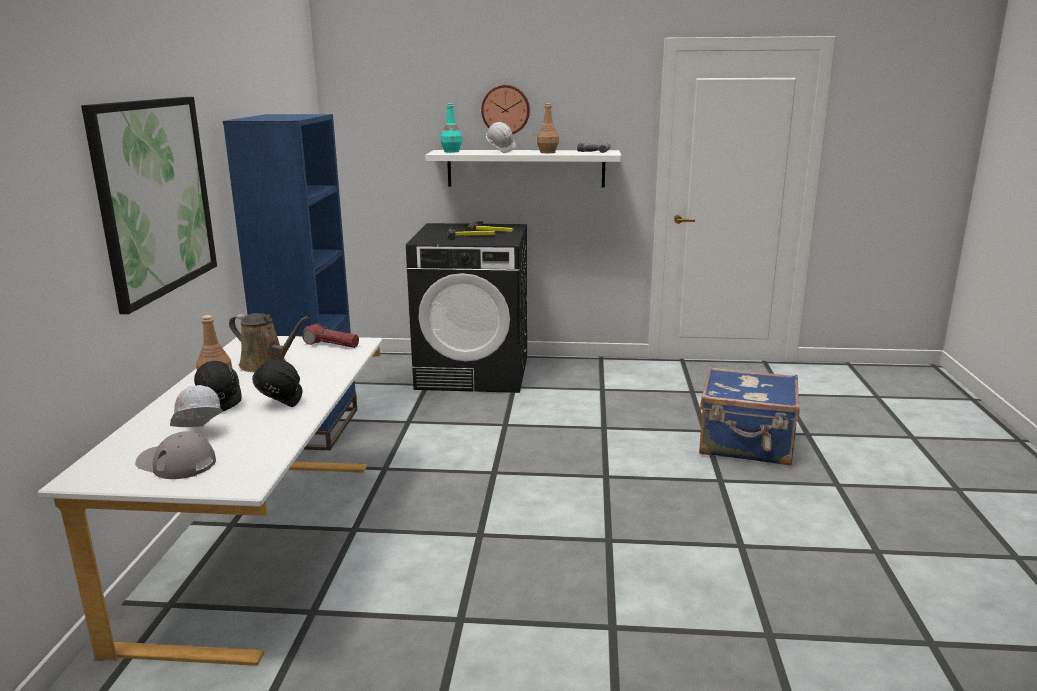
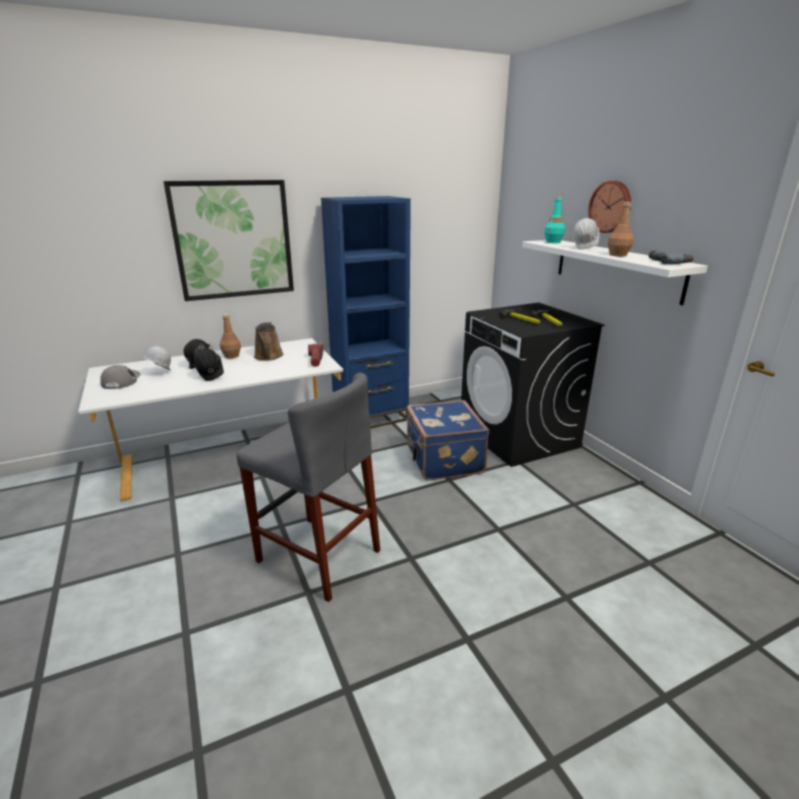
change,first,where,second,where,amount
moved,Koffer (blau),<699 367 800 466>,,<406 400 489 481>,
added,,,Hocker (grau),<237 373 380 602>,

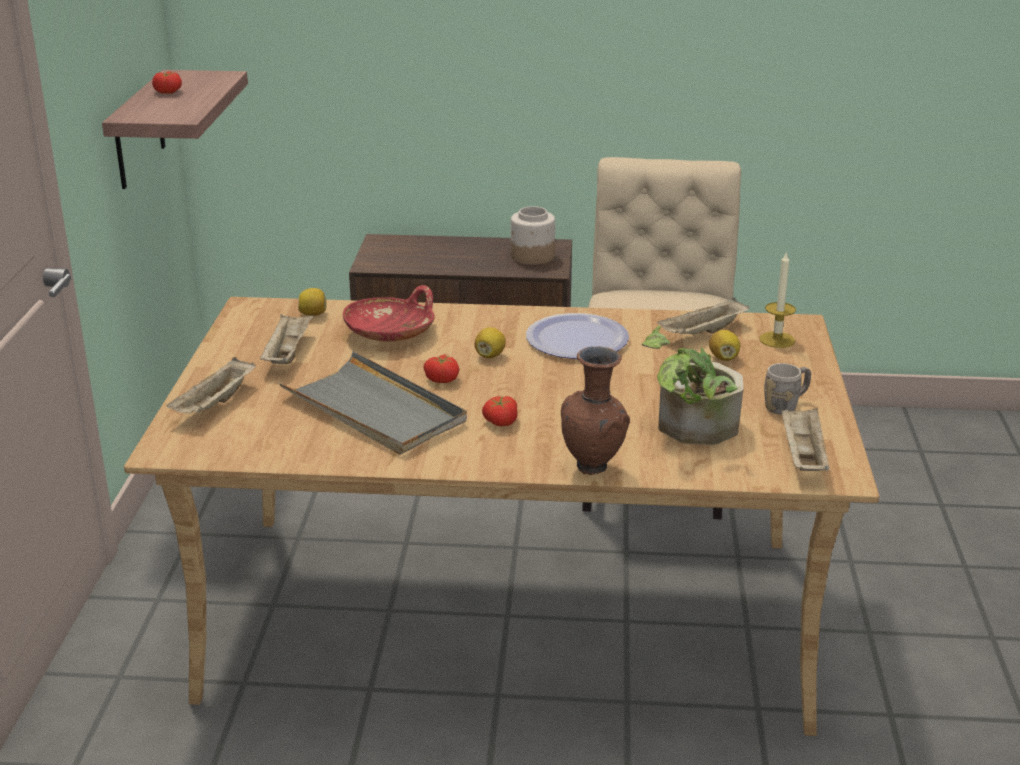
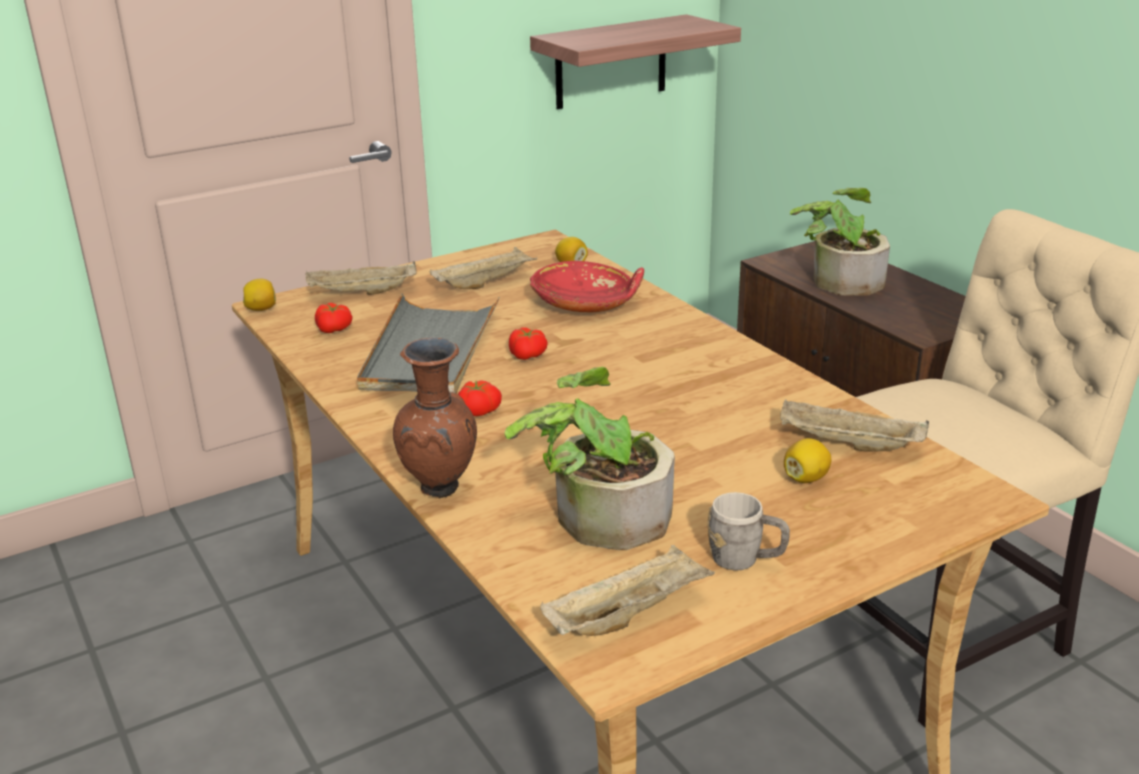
change,first,where,second,where,amount
moved,Tomate,<152 71 182 94>,,<315 303 352 333>,
moved,Zitrone,<475 327 506 358>,,<243 279 276 311>,
removed,Vorratsglas,<511 206 555 265>,,,
removed,Teller,<526 313 629 359>,,,
removed,Kerze,<759 251 796 348>,,,
added,,,Topfpflanze,<790 188 890 296>,

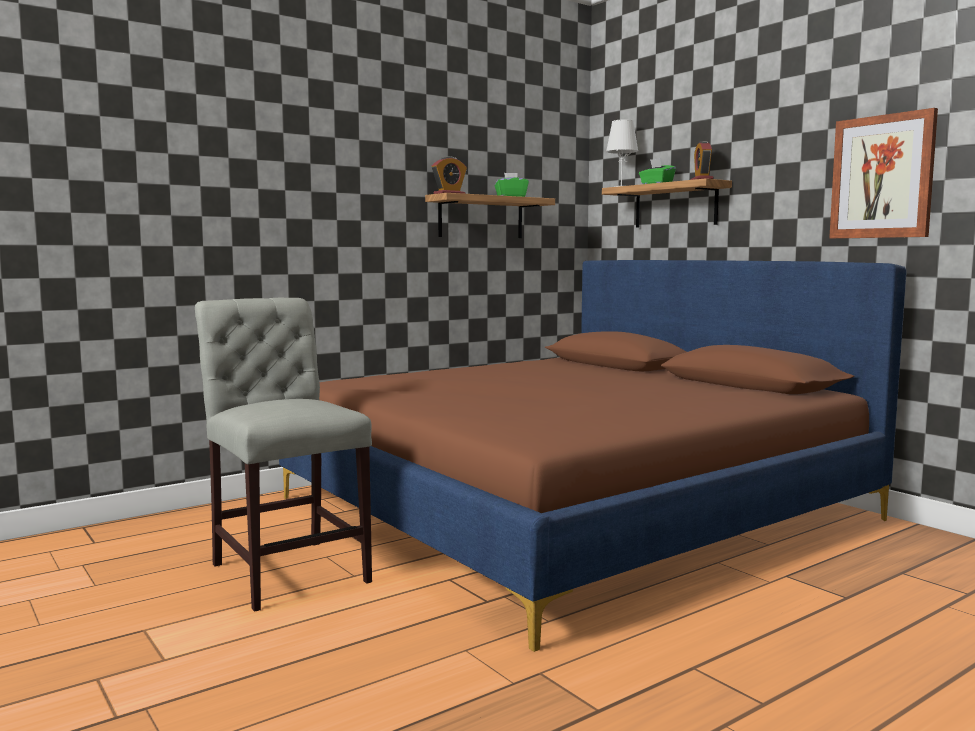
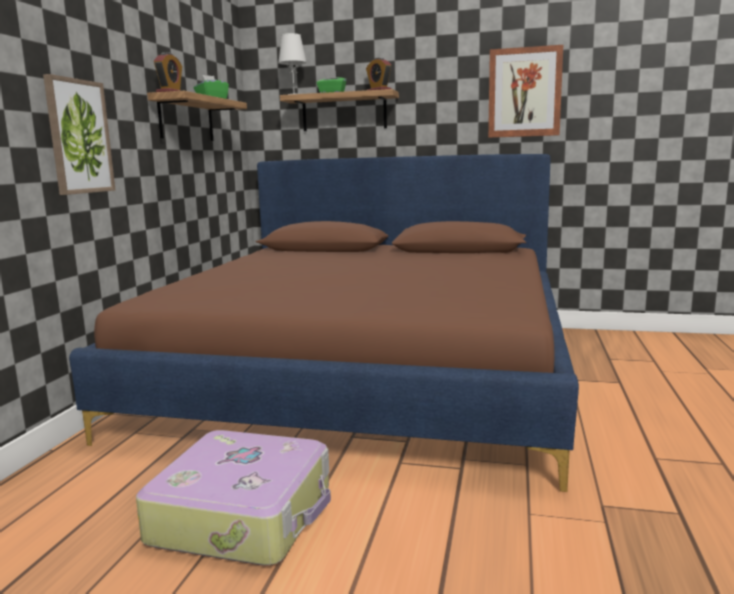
change,first,where,second,where,amount
replaced,Stuhl (grau),<195 298 372 612>,Koffer,<136 430 331 566>,
added,,,Bild,<43 74 115 195>,

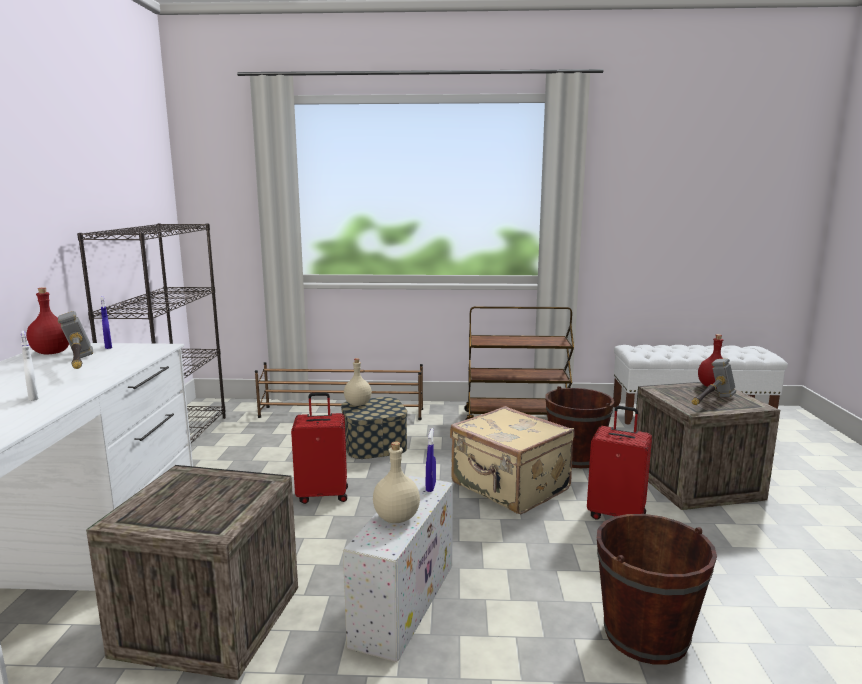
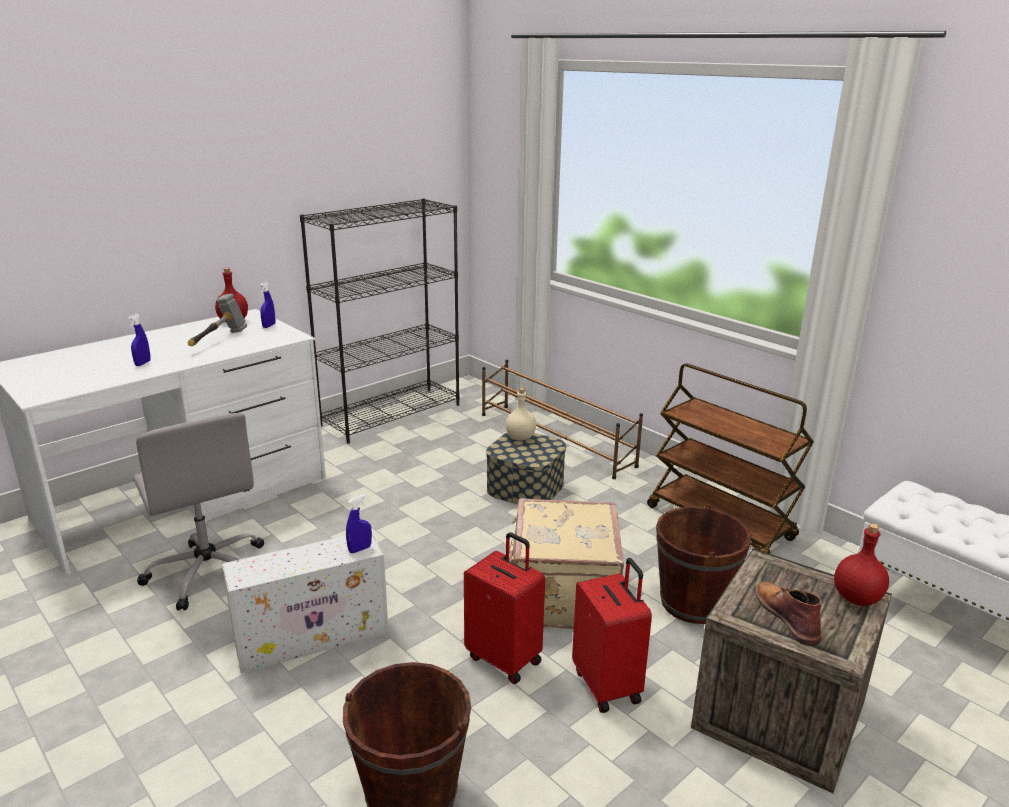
change,first,where,second,where,amount
recoloured,Sprühflasche (weiß),<21 331 39 401>,Sprühflasche (blau),<128 314 151 366>,
replaced,Kiste,<86 465 298 680>,Bürostuhl (grau),<133 413 264 610>,
moved,Koffer (rot),<291 392 348 504>,,<464 532 545 684>,
removed,Flasche (beige),<373 441 420 523>,,,
replaced,Hammer,<692 358 736 405>,Stiefel (braun),<755 582 822 646>,

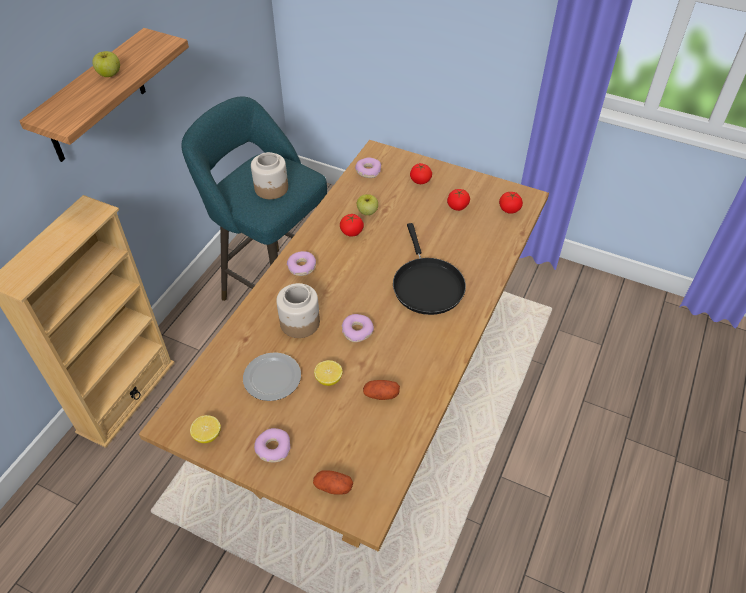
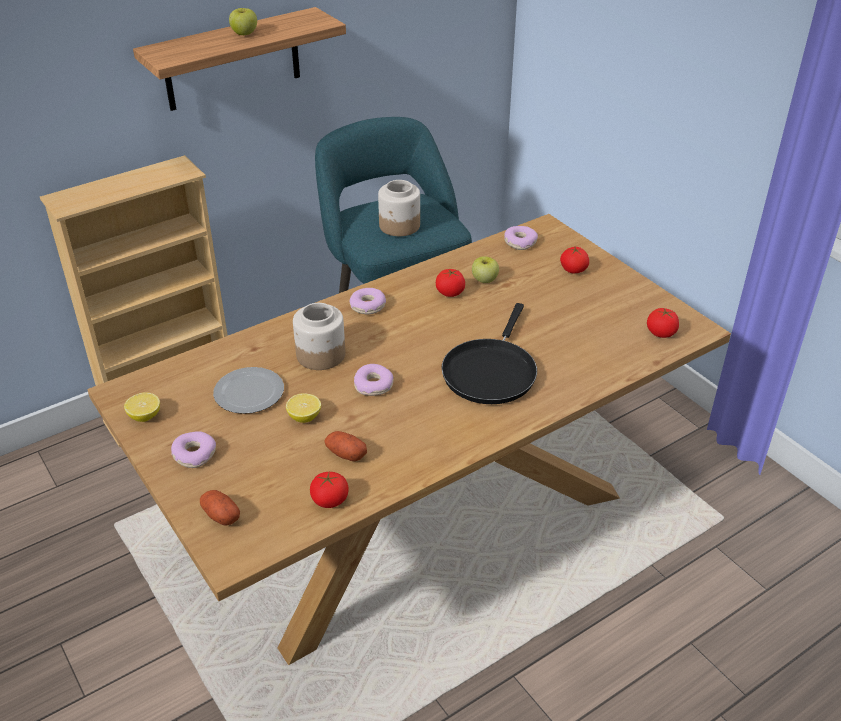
change,first,where,second,where,amount
moved,Tomate,<447 189 470 211>,,<310 472 348 508>,

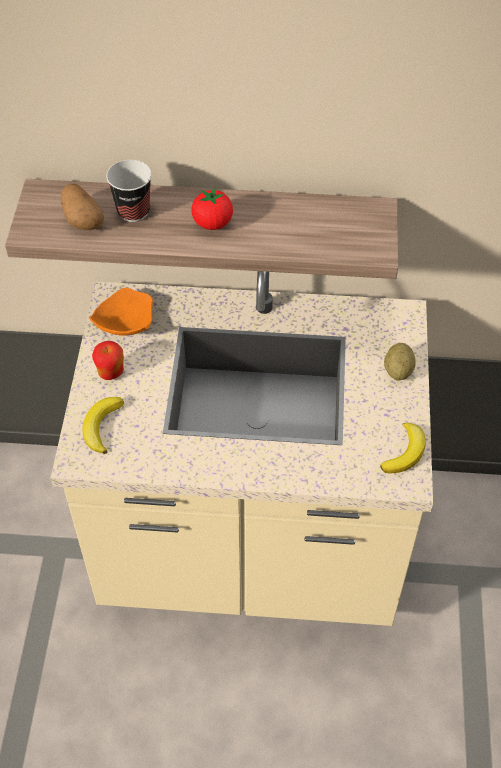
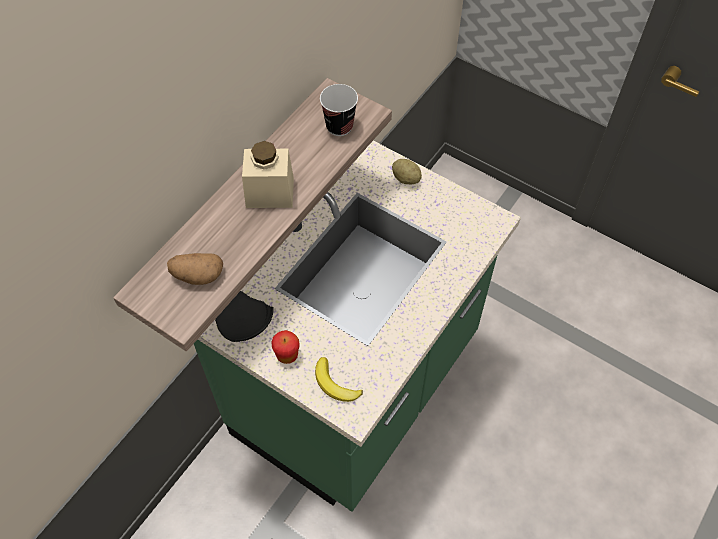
change,first,where,second,where,amount
recoloured,Küchenzeile (beige),<51 271 433 626>,Küchenzeile (grün),<194 141 521 512>,
recoloured,Teller (orange),<89 288 153 336>,Teller (schwarz),<215 291 274 342>,
moved,Tasse,<106 160 152 222>,,<320 84 358 136>,
replaced,Tomate,<192 187 233 230>,Vorratsglas (beige),<242 141 294 208>,
removed,Banane,<380 422 426 474>,,,

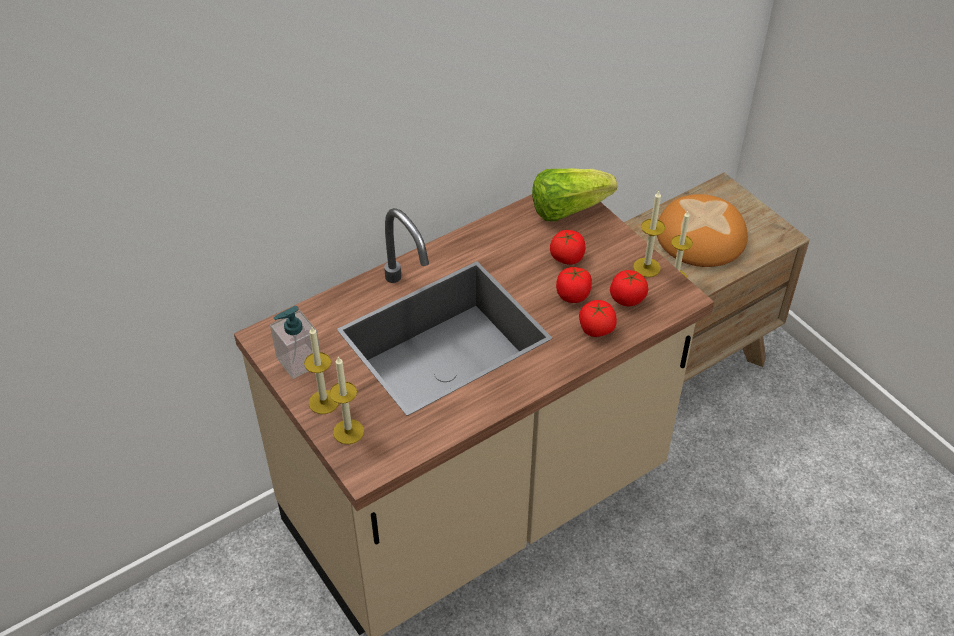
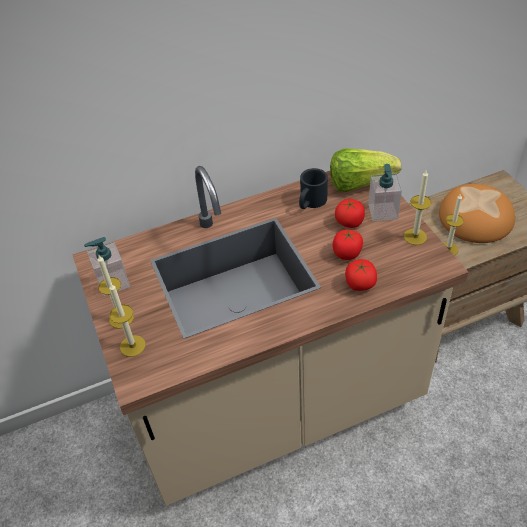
change,first,where,second,where,amount
removed,Tomate,<610 270 648 306>,,,
added,,,Henkelbecher (schwarz),<299 168 328 209>,
added,,,Seifenspender,<368 164 402 221>,

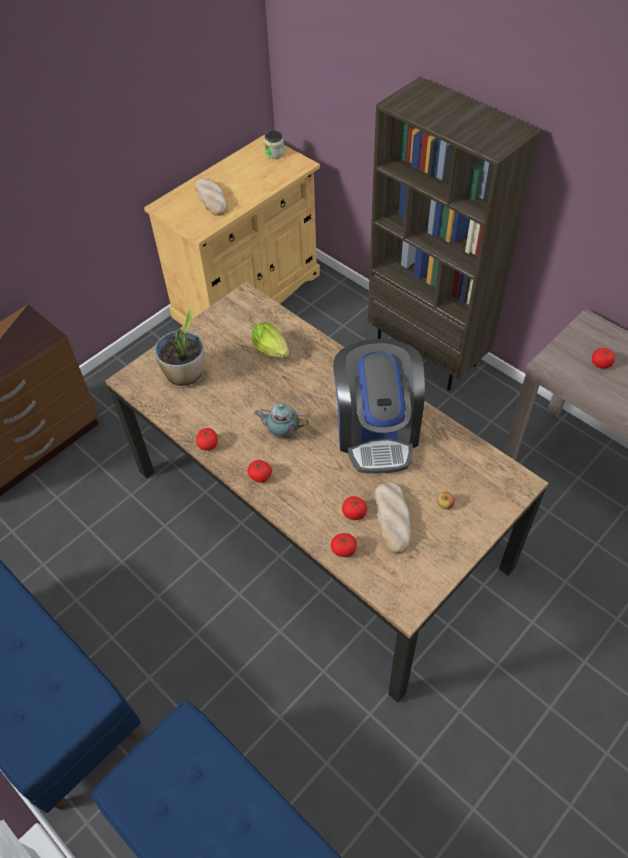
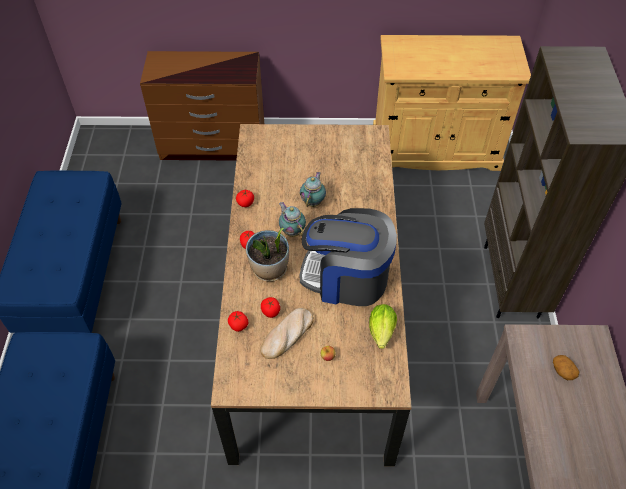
change,first,where,second,where,amount
moved,Topfpflanze,<154 308 204 388>,,<246 228 289 282>,
removed,Brot,<195 178 228 216>,,,
moved,Salatkopf,<252 323 289 358>,,<369 304 397 349>,
removed,Vorratsglas,<264 130 285 159>,,,
turned,Kaffeemaschine,<333 339 425 474>,,<300 208 397 306>,60 degrees clockwise
replaced,Tomate,<592 348 615 369>,Kartoffel,<553 355 579 380>,
added,,,Teekanne,<300 172 326 207>,

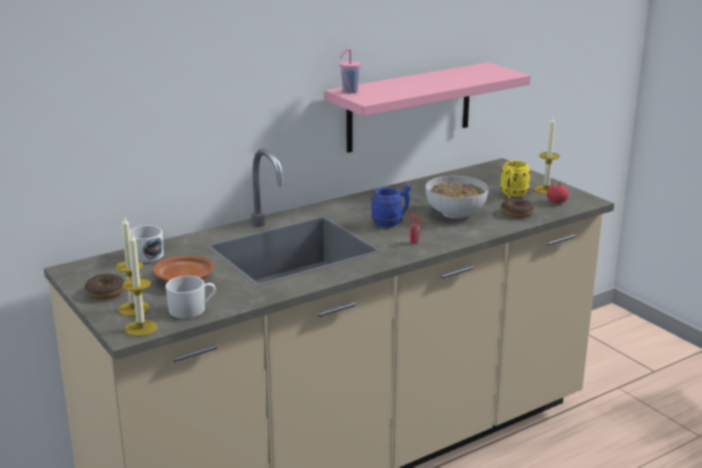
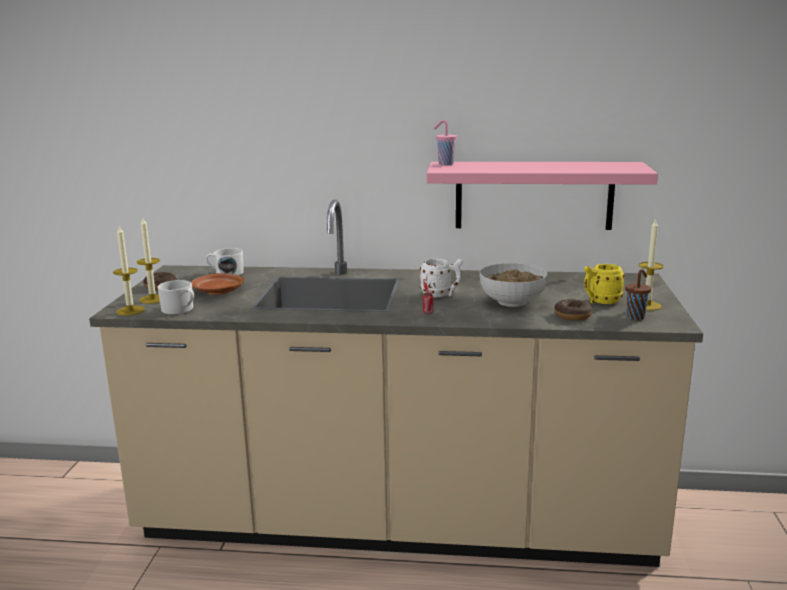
change,first,where,second,where,amount
recoloured,Henkelbecher (blau),<371 184 411 227>,Henkelbecher (weiß),<420 259 463 298>,
replaced,Tomate,<547 181 569 203>,Tasse (braun),<626 269 651 320>,

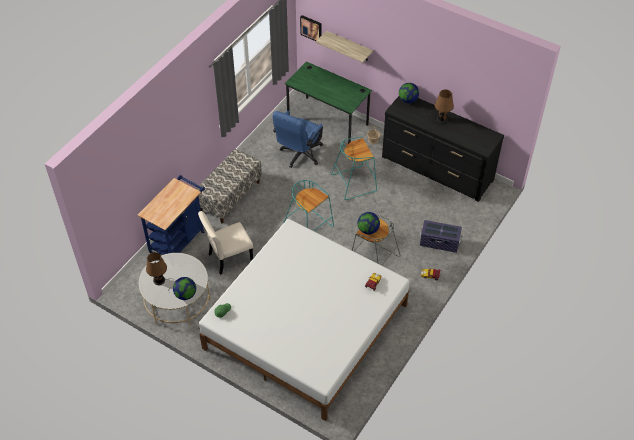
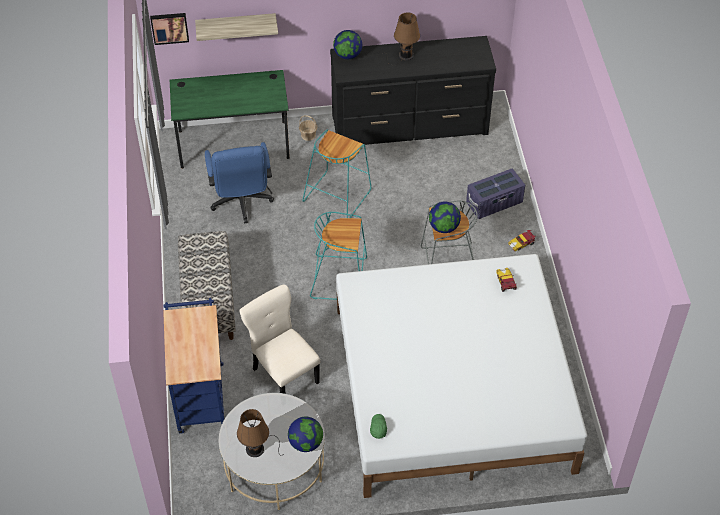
change,first,where,second,where,amount
turned,Stuhl (beige),<198 211 253 275>,,<239 284 320 394>,120 degrees clockwise

